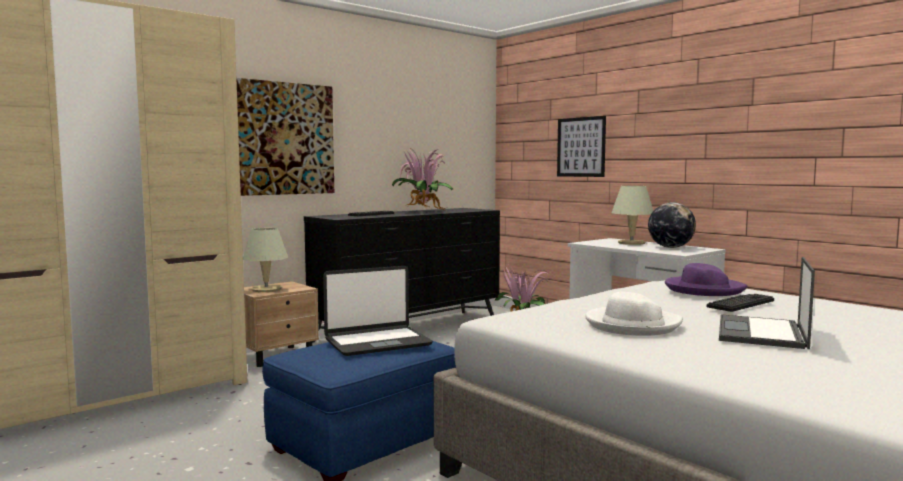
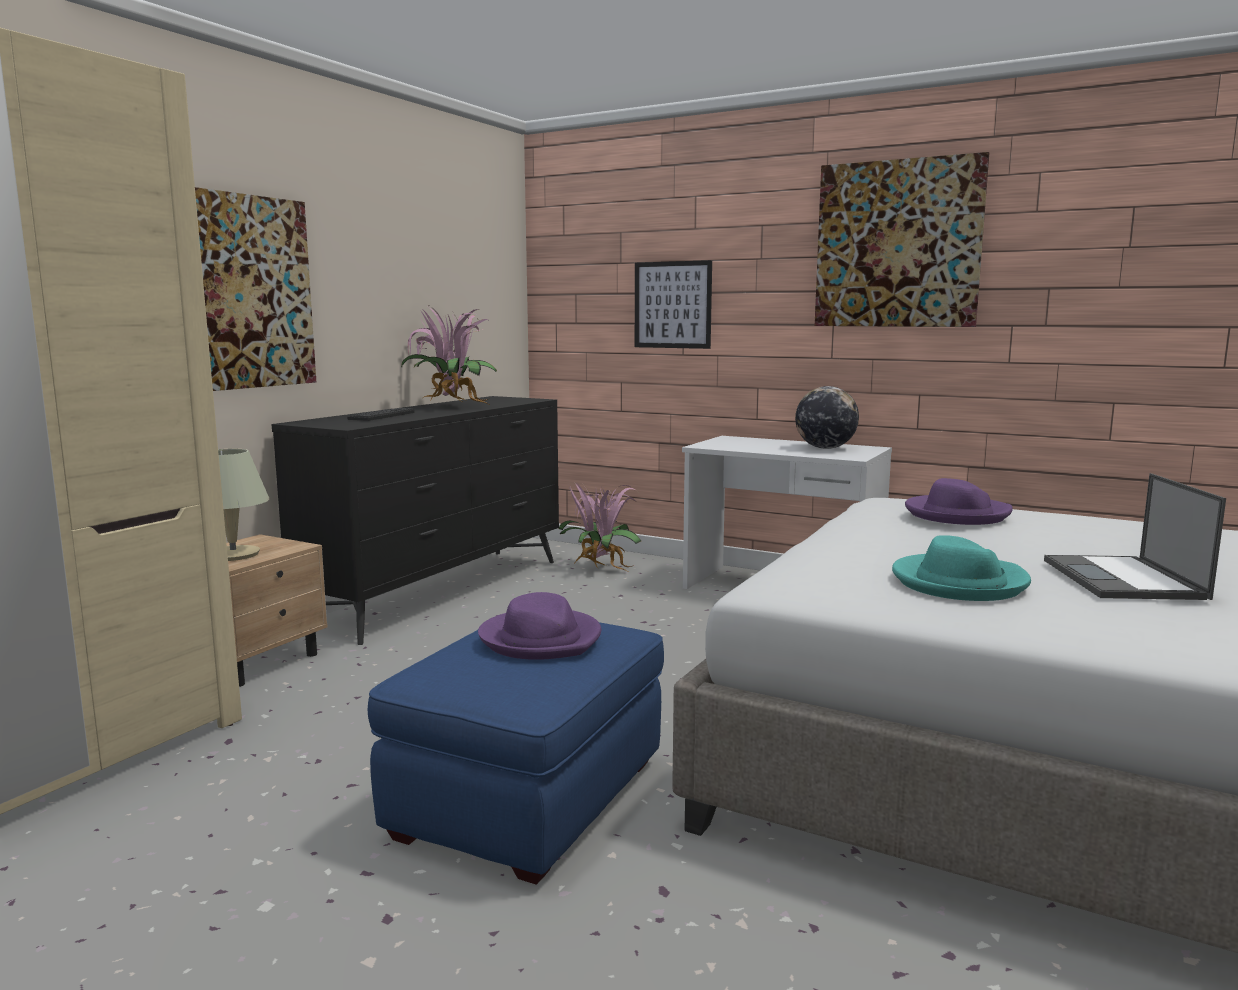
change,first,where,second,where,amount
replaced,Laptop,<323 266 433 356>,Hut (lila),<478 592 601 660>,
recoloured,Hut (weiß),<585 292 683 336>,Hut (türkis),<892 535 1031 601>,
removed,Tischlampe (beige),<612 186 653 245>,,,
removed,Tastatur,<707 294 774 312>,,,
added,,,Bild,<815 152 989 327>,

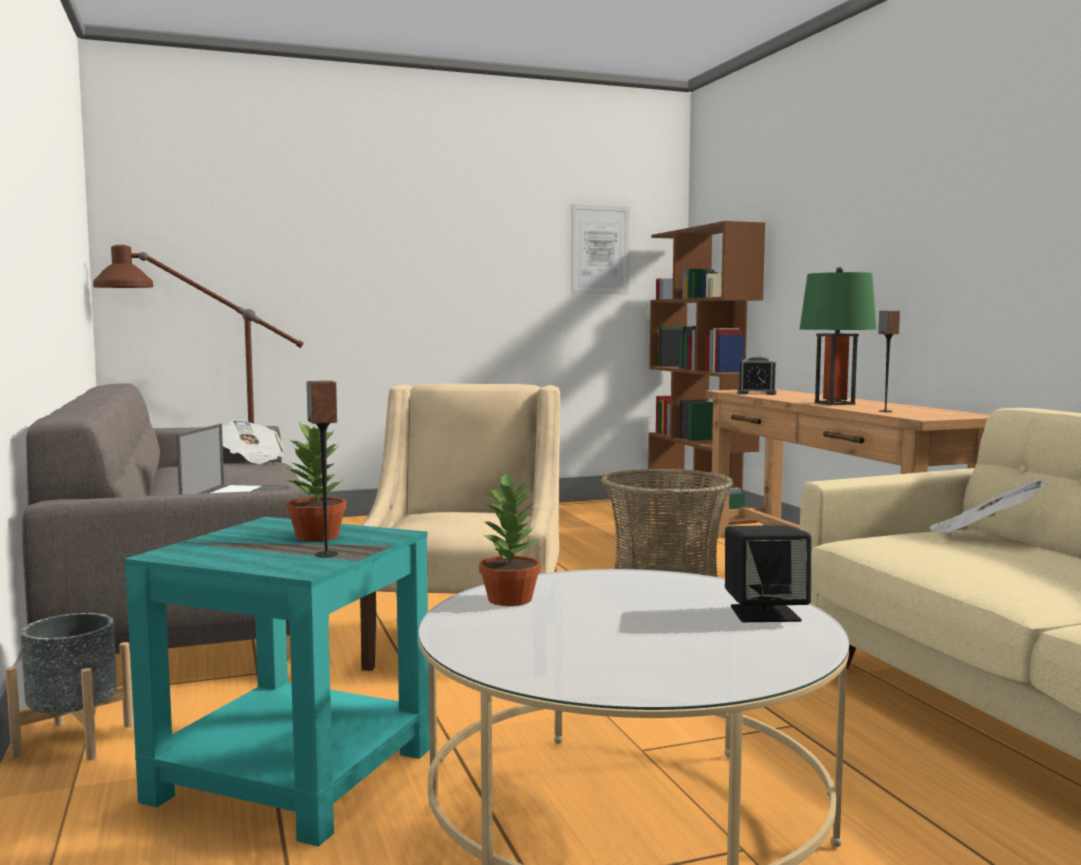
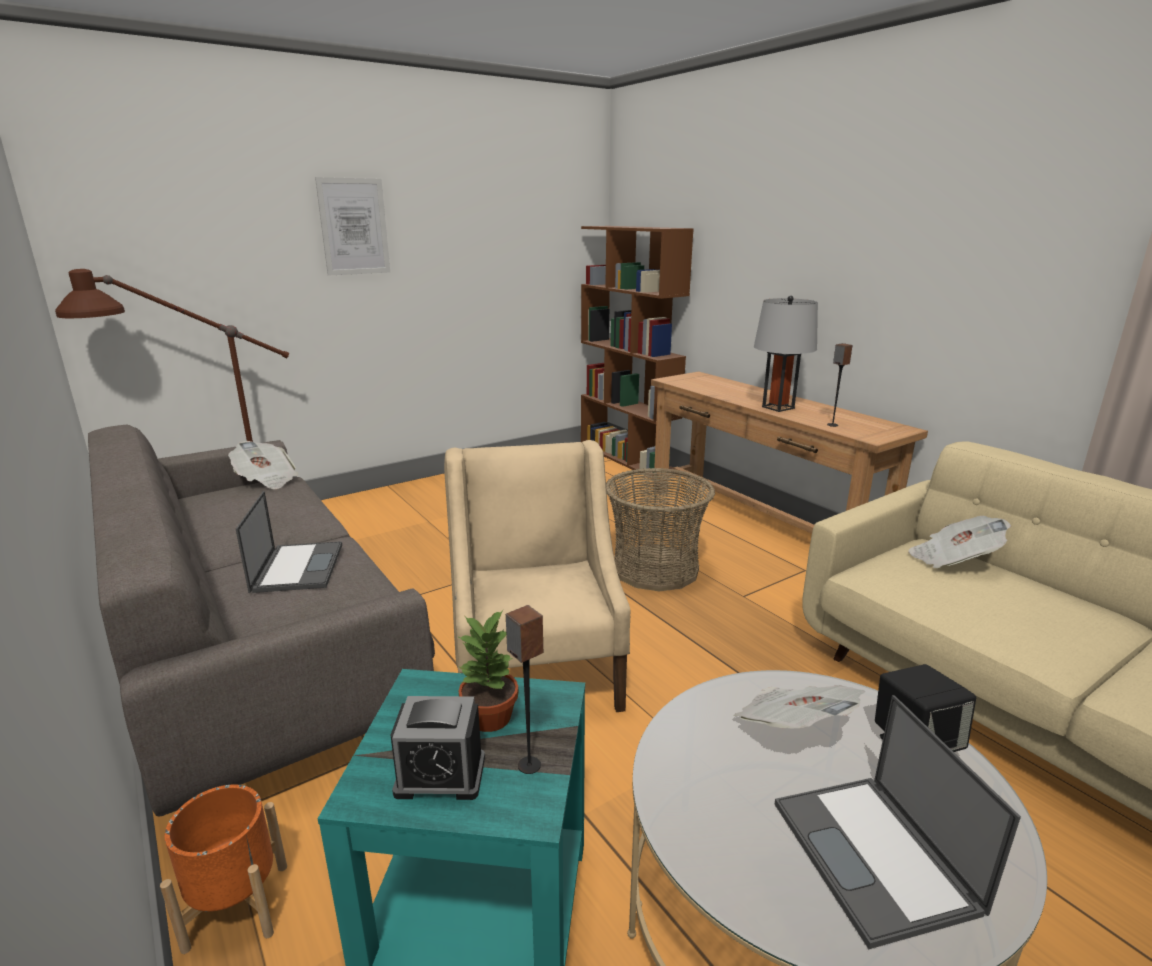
change,first,where,second,where,amount
recoloured,Pflanzkübel (grau),<6 613 133 760>,Pflanzkübel (orange),<160 784 287 954>,
removed,Topfpflanze,<479 472 541 606>,,,
moved,Bild,<571 204 630 294>,,<315 177 390 276>,
moved,Wecker,<738 356 777 395>,,<391 696 485 800>,
recoloured,Tischlampe (grün),<800 267 877 405>,Tischlampe (grau),<754 295 818 412>,
added,,,Zeitung,<733 686 866 728>,
added,,,Laptop,<775 695 1021 949>,

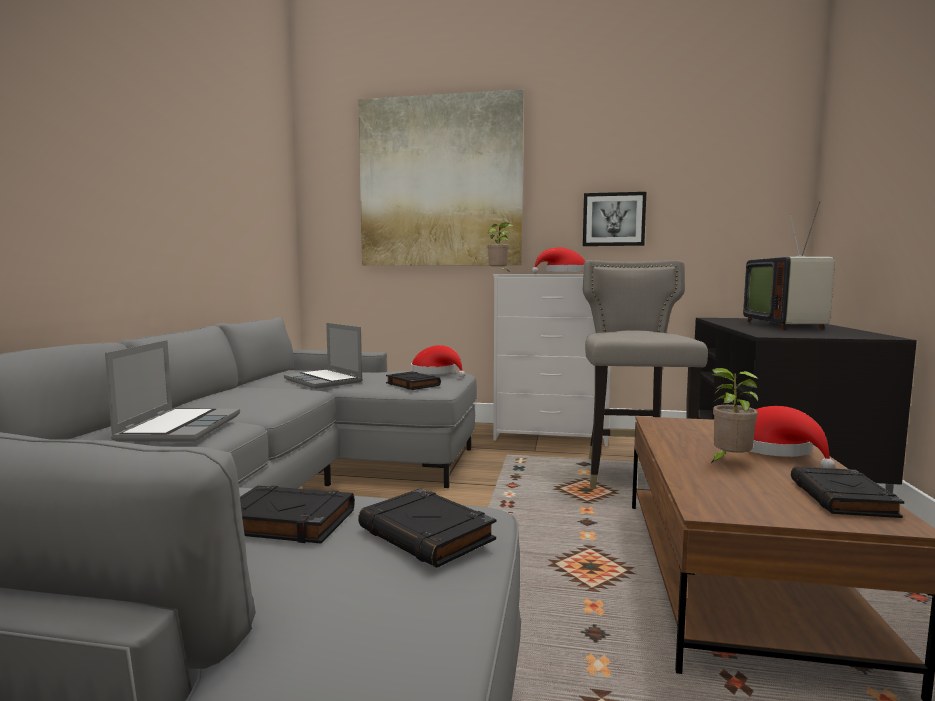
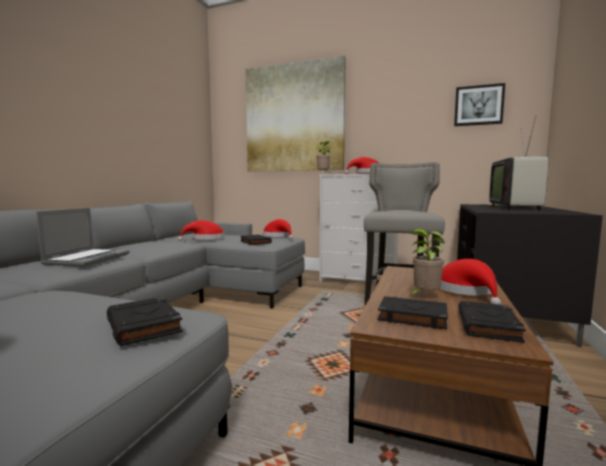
change,first,where,second,where,amount
moved,Buch (schwarz),<240 486 355 544>,,<378 296 448 330>,
replaced,Laptop,<284 323 363 389>,Hut (rot),<178 220 224 241>,
moved,Bild,<583 192 646 246>,,<454 83 505 126>,

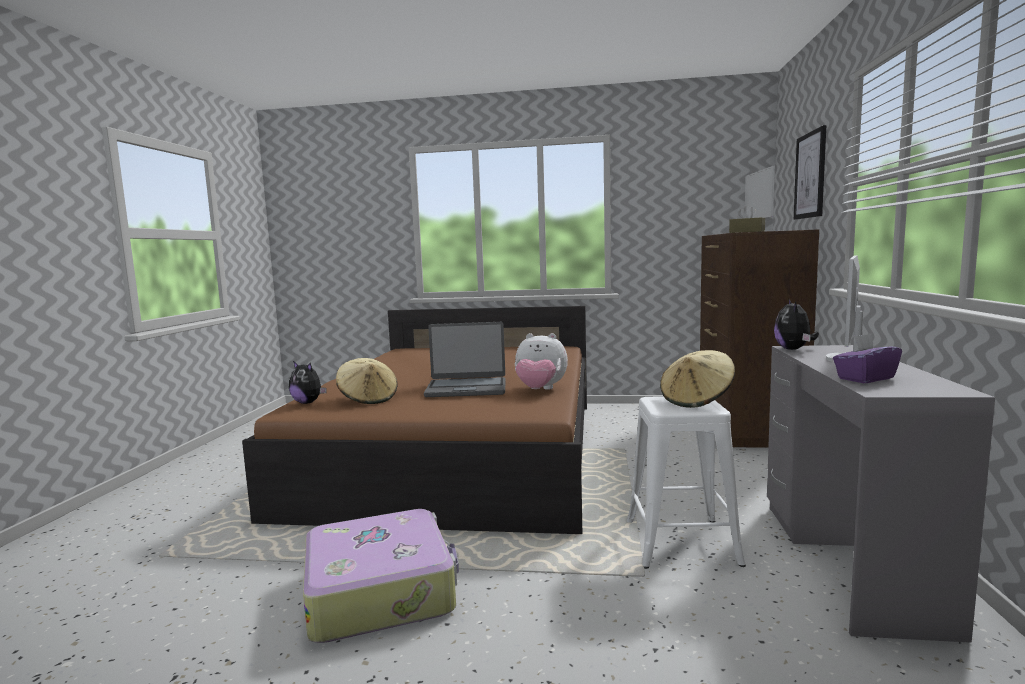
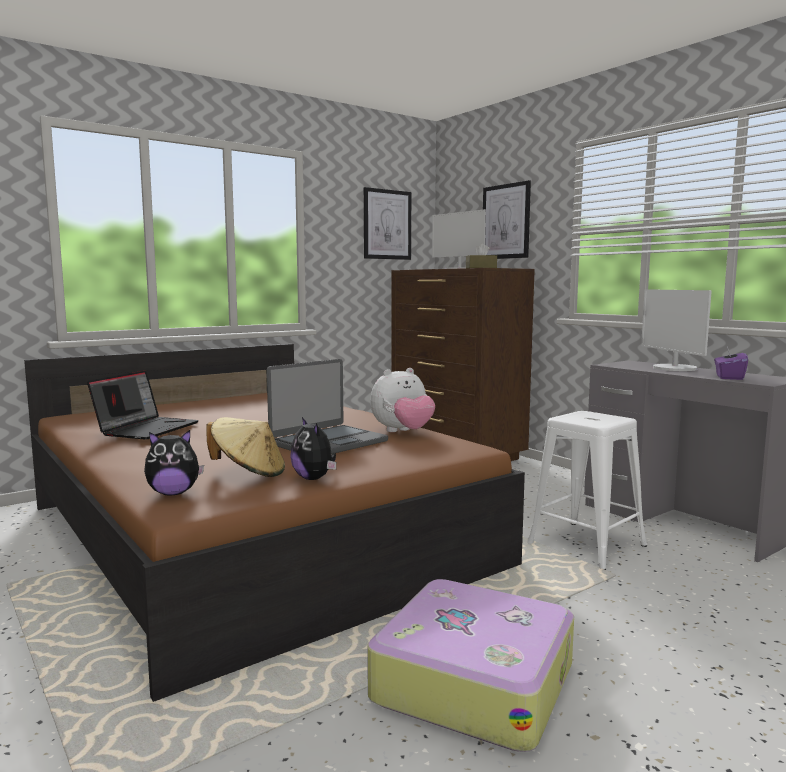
change,first,where,second,where,amount
removed,Hut (beige),<660 350 735 408>,,,
moved,Plüschtier,<774 298 819 350>,,<290 417 336 480>,
added,,,Laptop,<87 370 199 440>,
added,,,Bild,<364 187 411 260>,

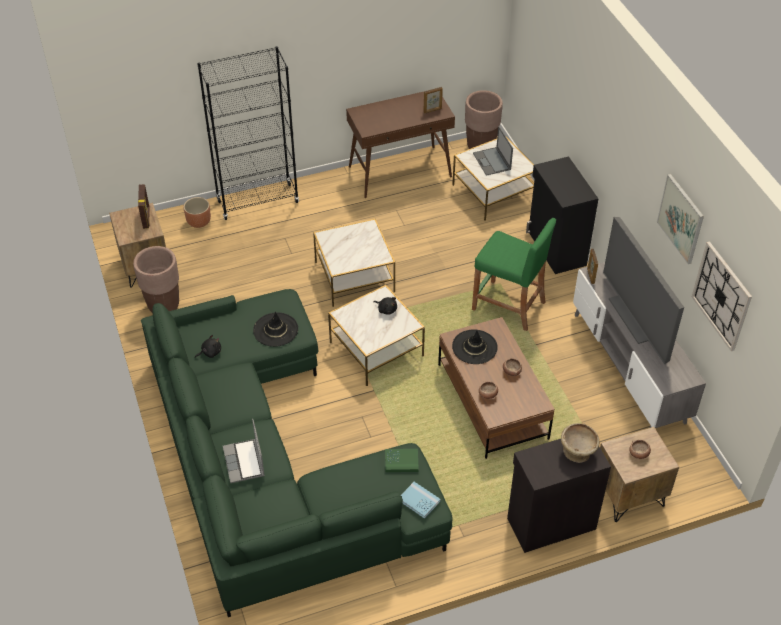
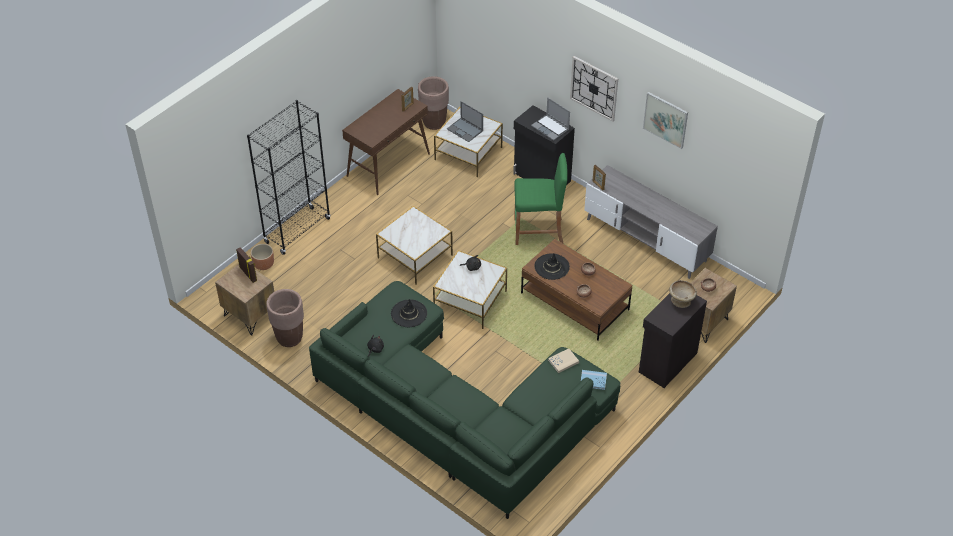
change,first,where,second,where,amount
moved,Laptop,<223 419 265 483>,,<531 97 570 141>,
recoloured,Buch (grün),<385 449 419 472>,Buch (beige),<548 349 579 373>,
removed,Fernseher,<603 217 684 364>,,,
moved,Wanduhr,<692 241 752 351>,,<570 56 618 122>,

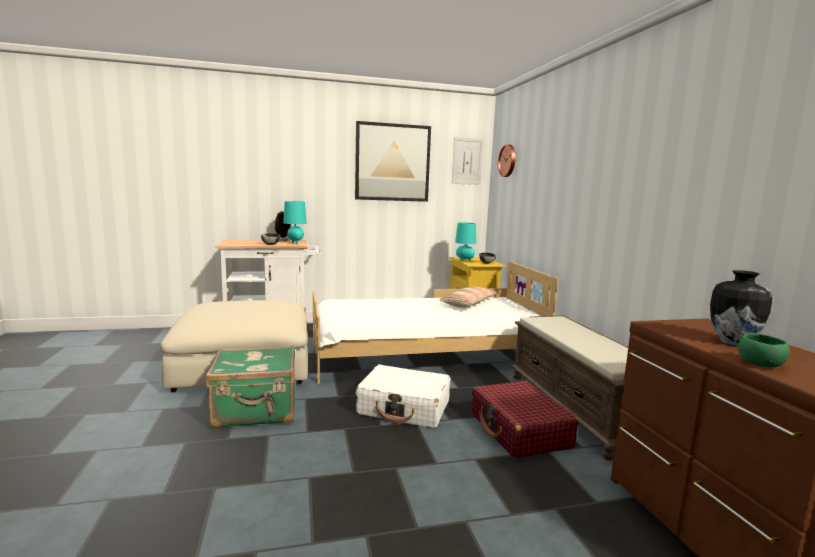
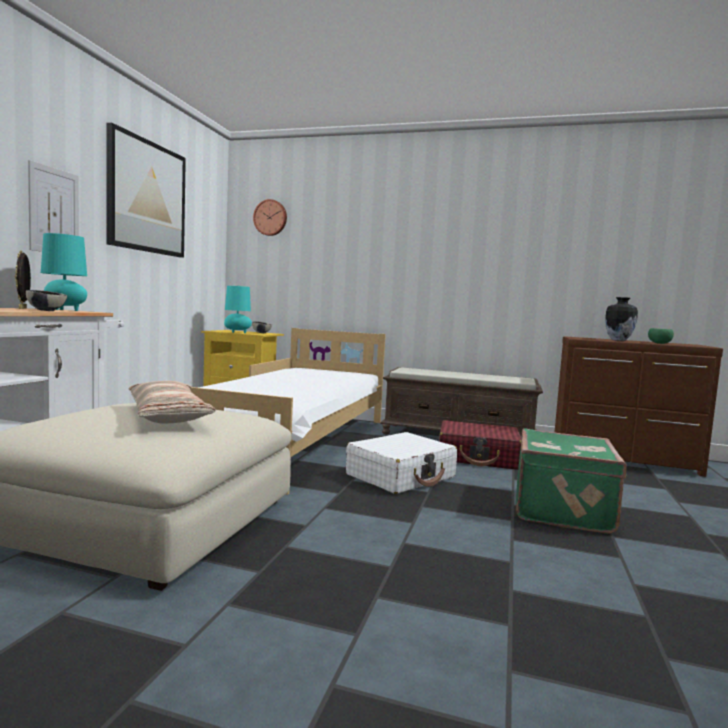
change,first,where,second,where,amount
moved,Koffer (grün),<206 345 295 428>,,<516 429 627 534>,
moved,Kissen,<439 287 497 308>,,<129 381 215 423>,
moved,Bild,<452 137 484 185>,,<28 160 79 252>,

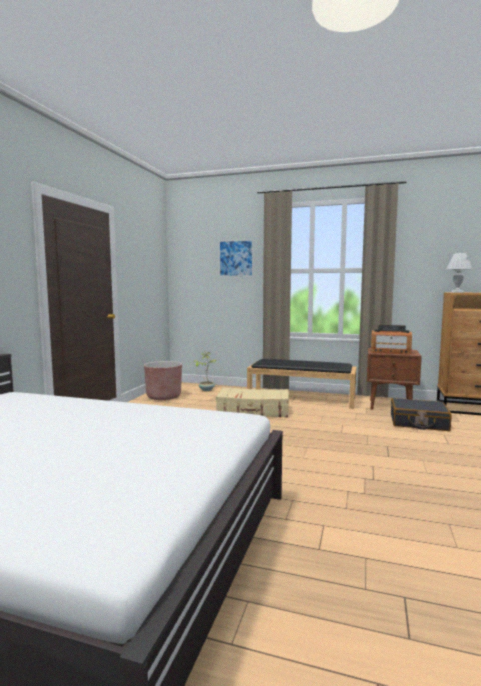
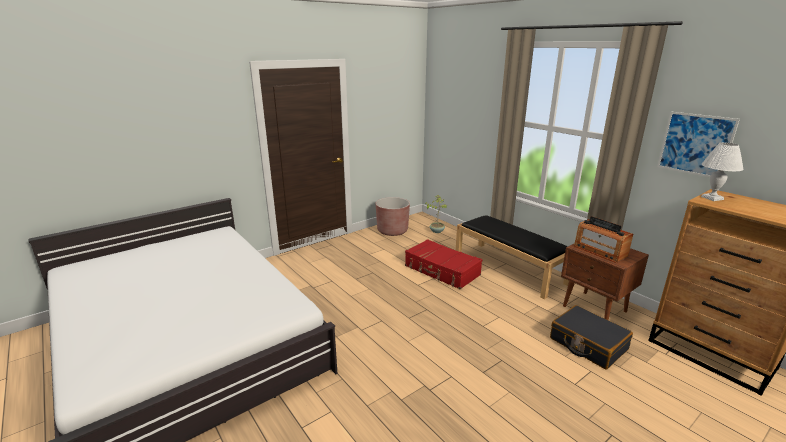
change,first,where,second,where,amount
recoloured,Koffer (beige),<216 387 289 417>,Koffer (rot),<405 239 482 289>,
moved,Bild,<219 239 253 277>,,<657 112 740 177>,

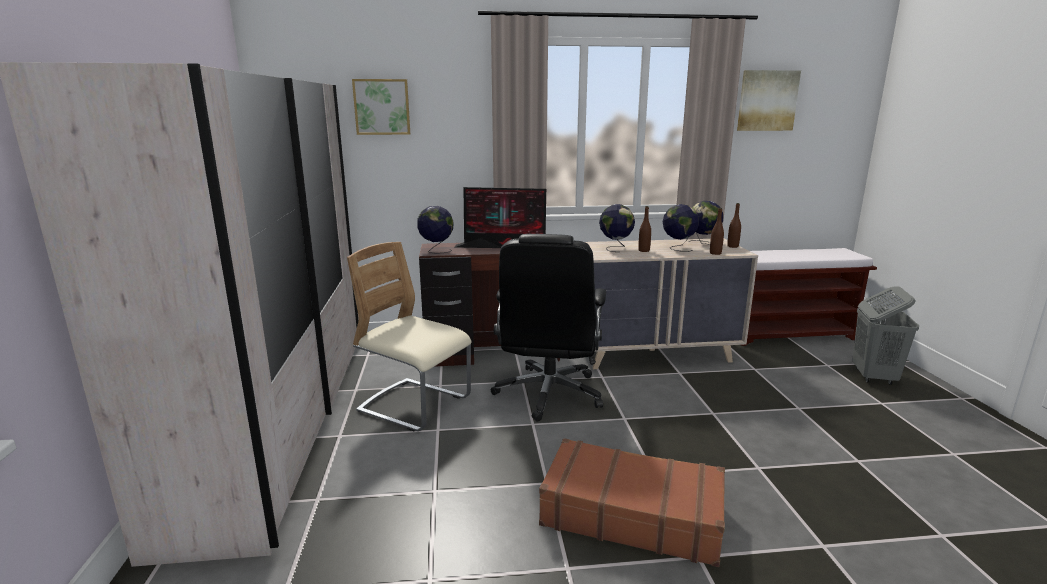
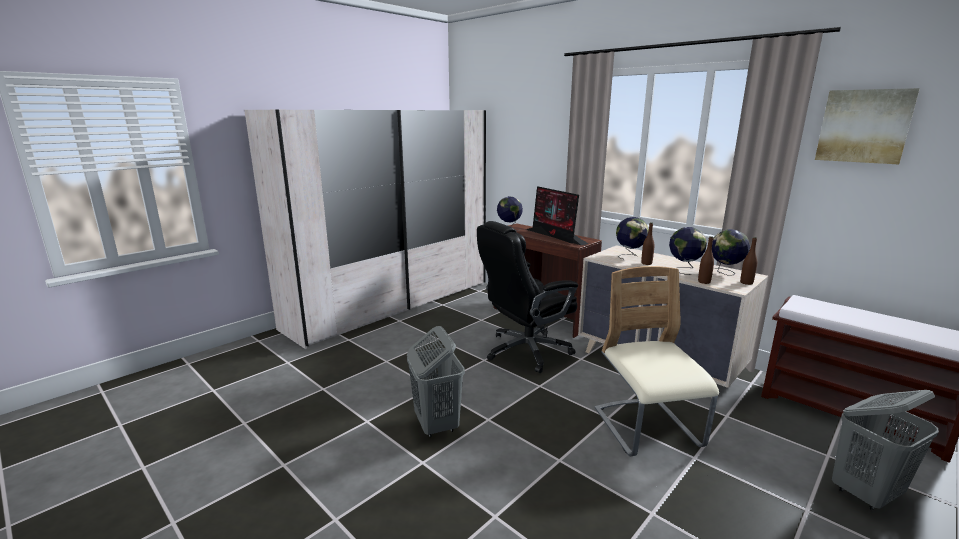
change,first,where,second,where,amount
moved,Stuhl (beige),<347 242 472 431>,,<595 266 719 456>,
removed,Bild,<352 79 410 135>,,,
replaced,Koffer (braun),<539 438 725 567>,Wäschekorb (grau),<407 326 465 437>,

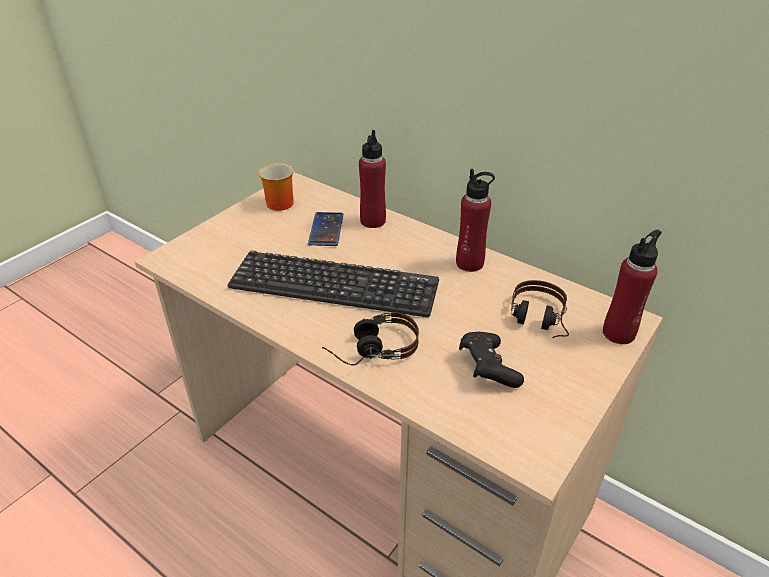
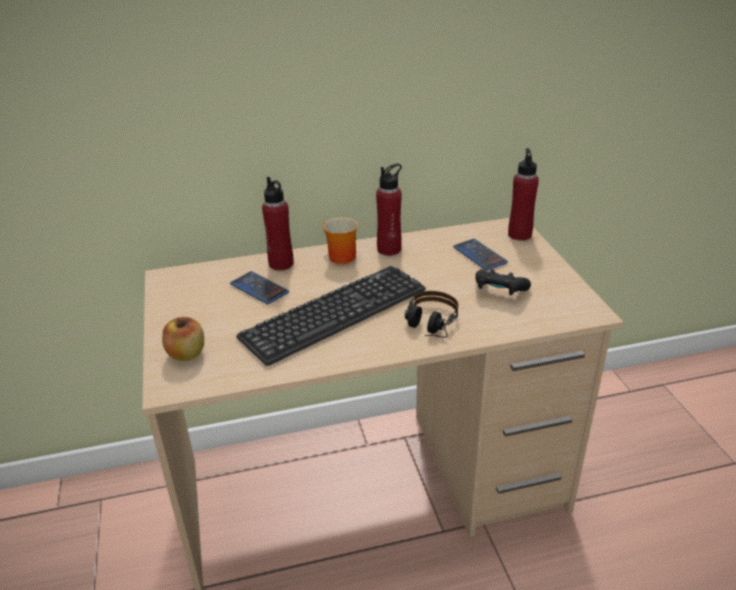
change,first,where,second,where,amount
moved,Henkelbecher,<258 163 294 211>,,<323 217 358 264>,
replaced,Kopfhörer,<511 280 569 338>,Handy,<453 239 508 270>,
added,,,Apfel,<162 317 204 361>,

